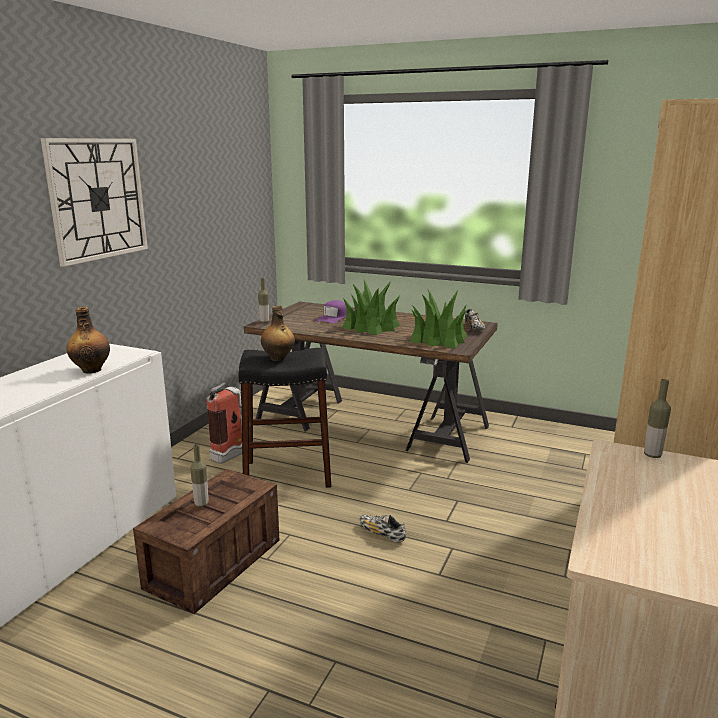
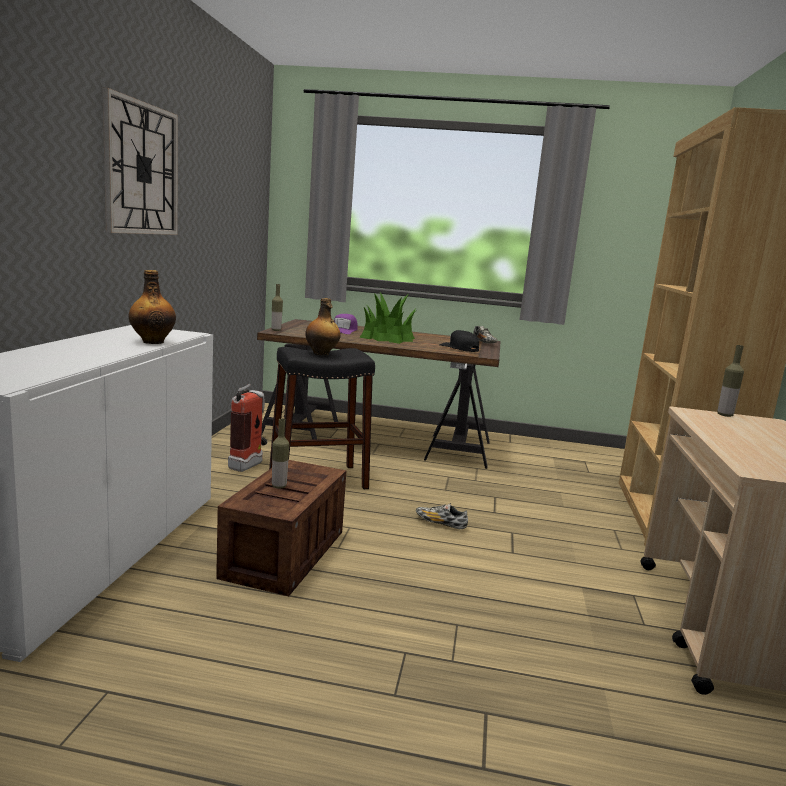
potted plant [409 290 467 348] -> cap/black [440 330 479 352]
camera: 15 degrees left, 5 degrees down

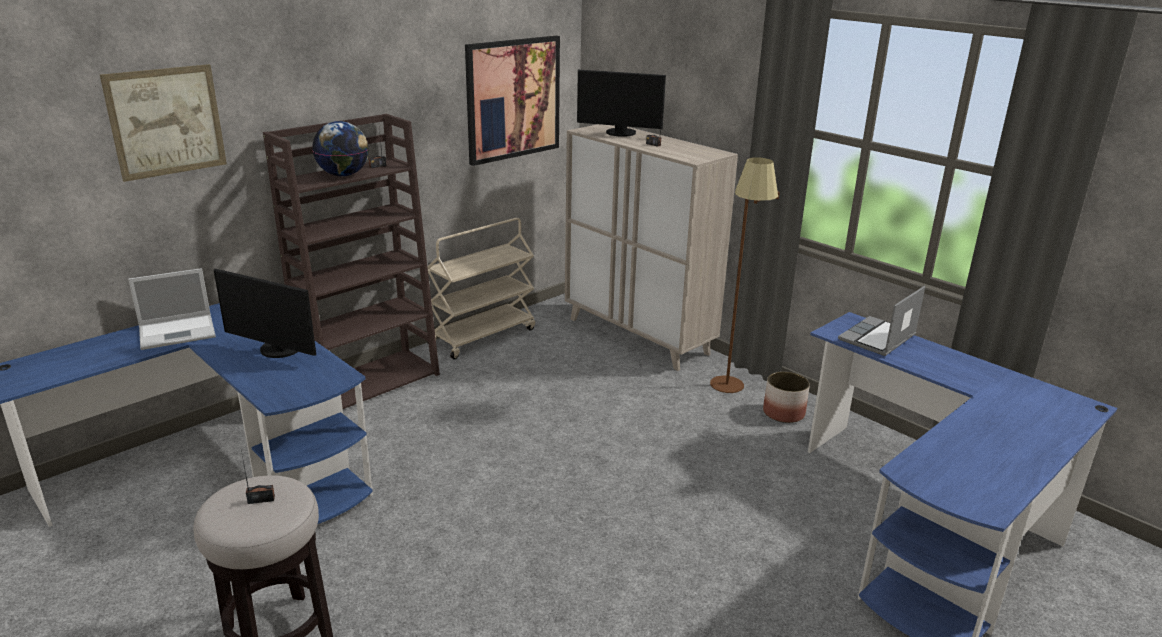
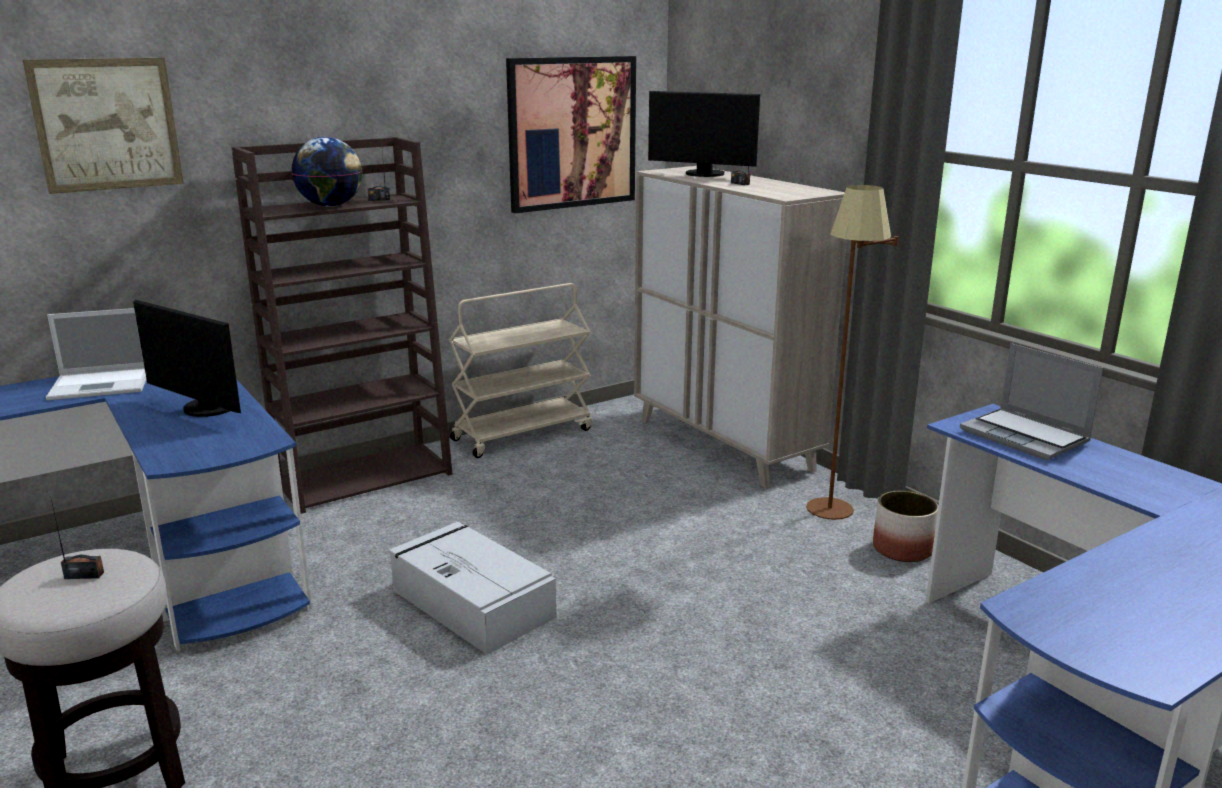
laptop [838 286 925 356] -> laptop [960 343 1103 460], 90 degrees counterclockwise
none -> storage box/grey [389 522 556 655]
camera: 10 degrees right, 5 degrees down

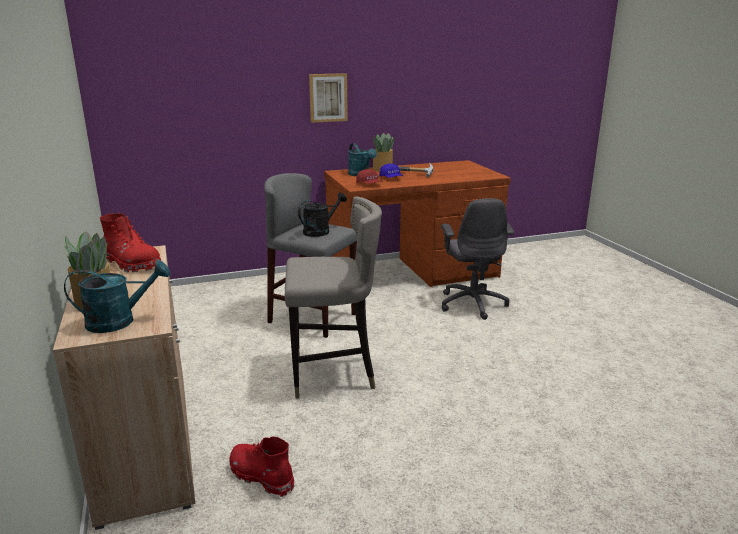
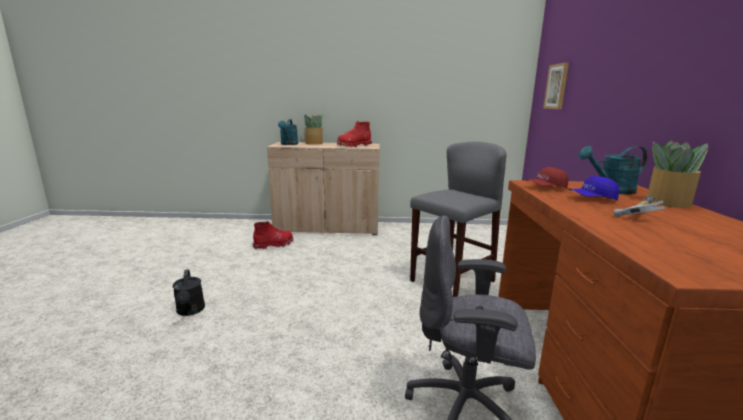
stool/grey [285 196 382 398] -> none
watering can/black [298 192 347 237] -> watering can/black [172 270 205 316], move
picture [309 73 348 123] -> picture [543 62 569 109], move
camera: 110 degrees right, 5 degrees down

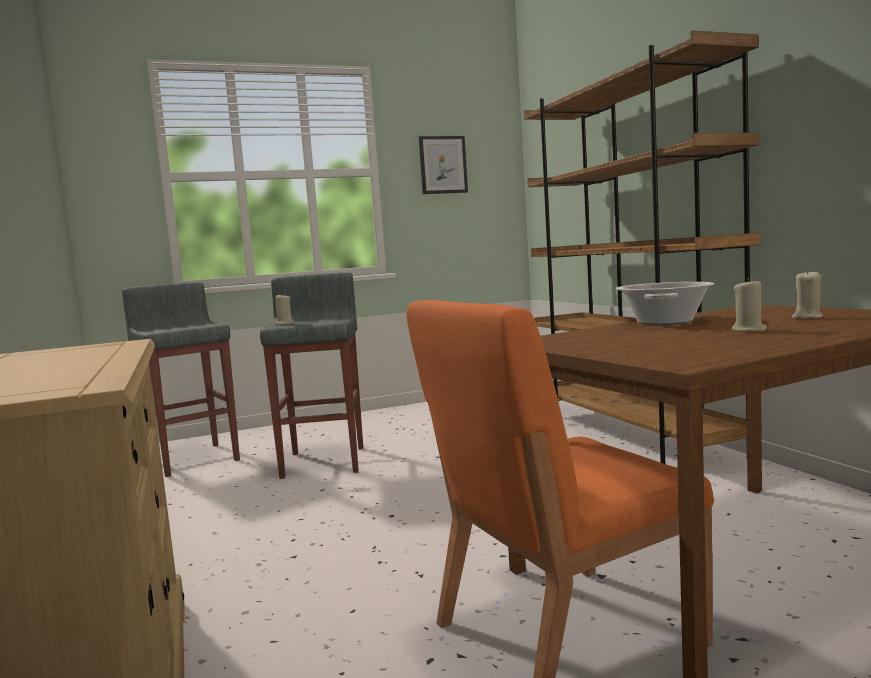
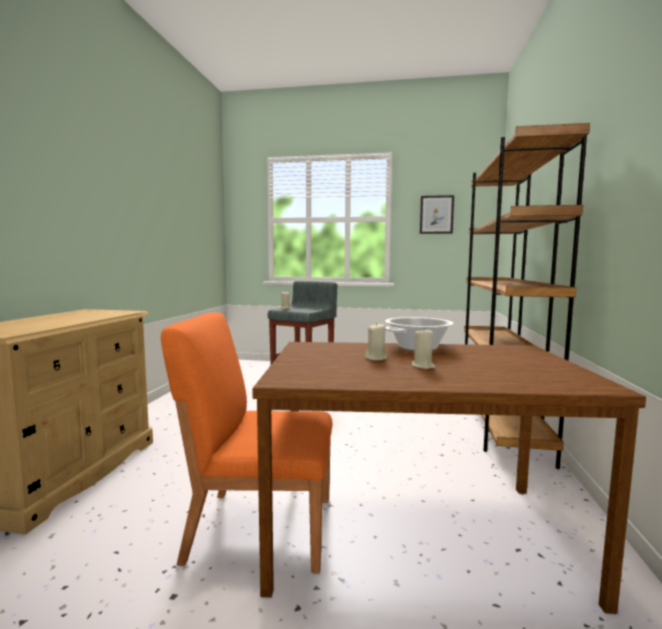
stool/grey [122 282 240 477] -> none
candle/beige [792 270 823 319] -> candle/beige [365 323 387 360], move
camera: 30 degrees right, 0 degrees up

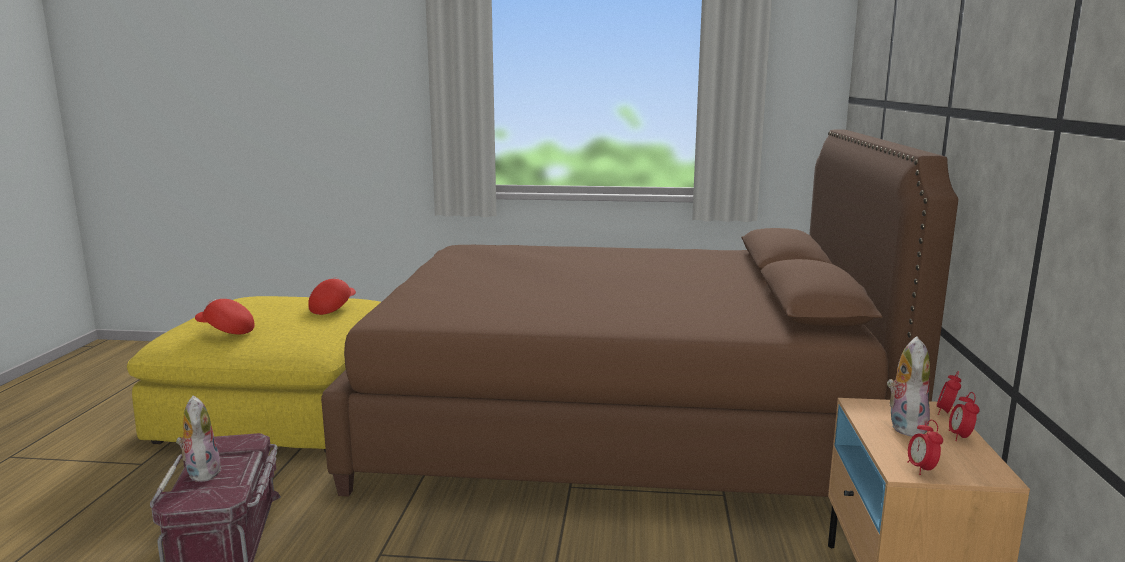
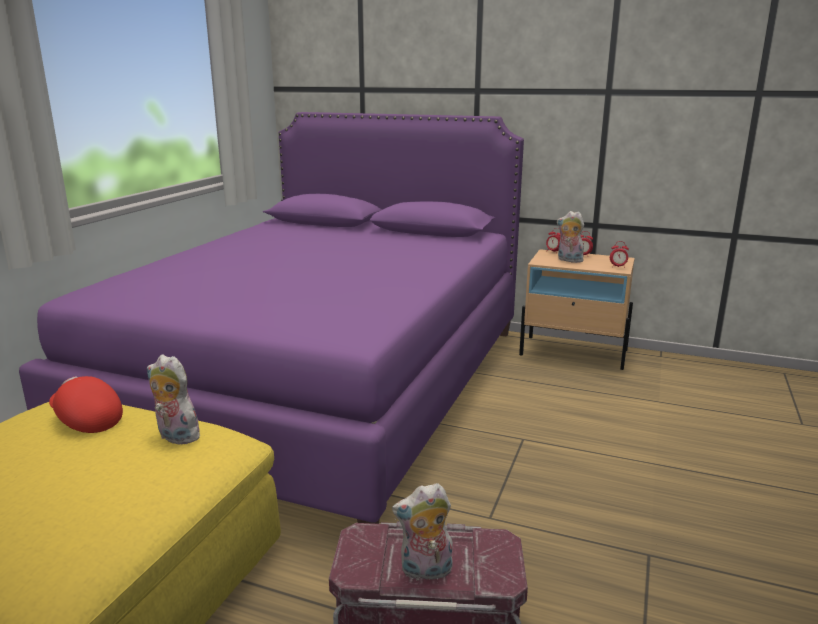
cap/red [195 299 255 334] -> none
bed/brown [321 129 958 497] -> bed/purple [19 112 524 524]
none -> plush toy [147 354 200 444]
camera: 75 degrees left, 5 degrees up

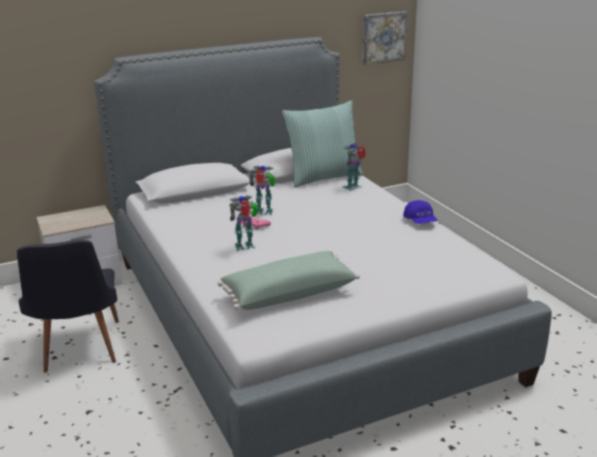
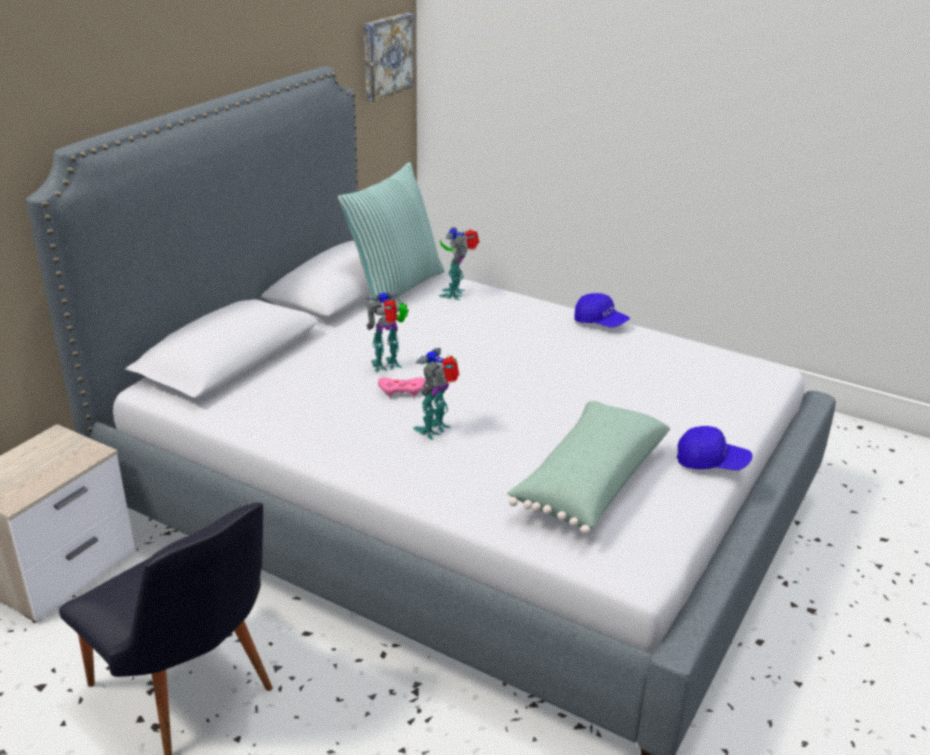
none -> cap/blue [677 426 753 470]
camera: 35 degrees left, 5 degrees up

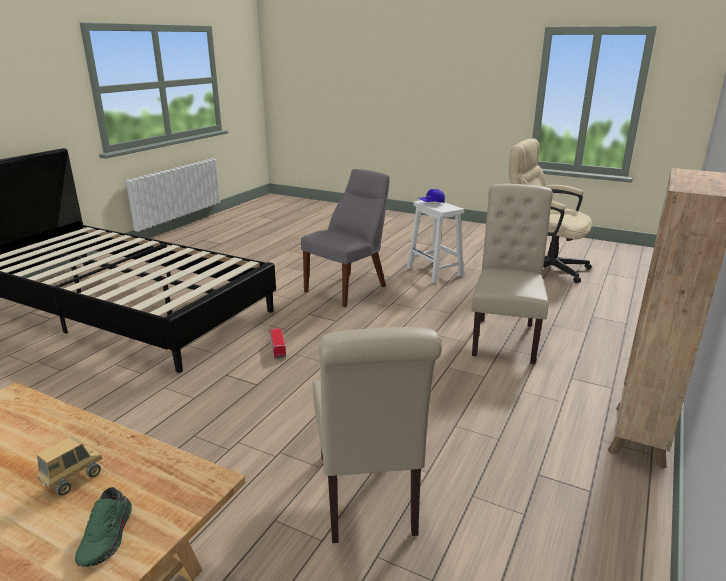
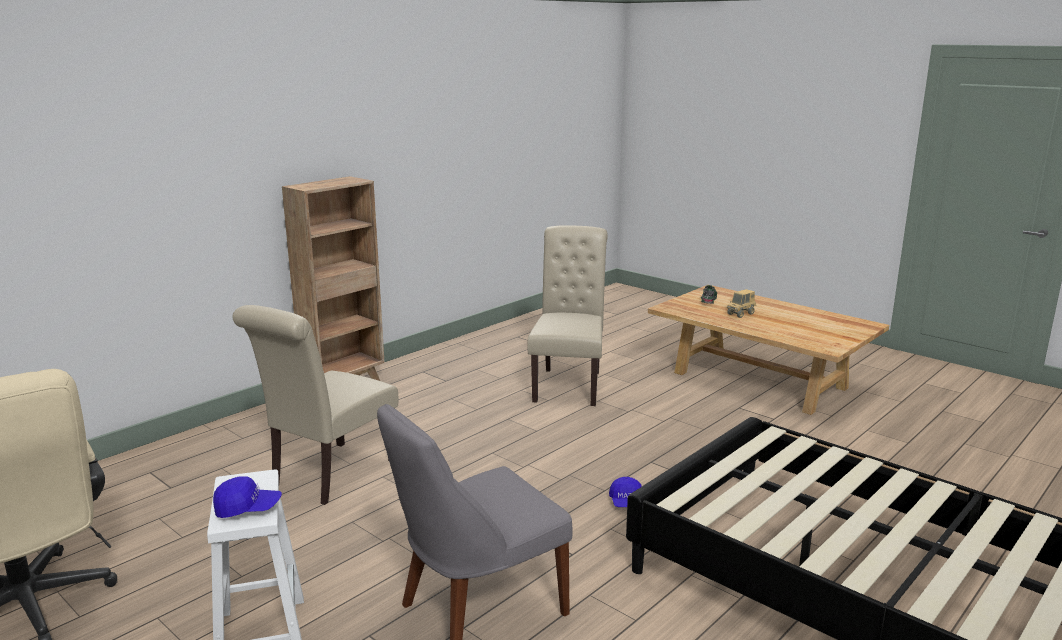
toy truck [269 328 286 359] -> cap/blue [609 477 642 507]
camera: 165 degrees left, 5 degrees down

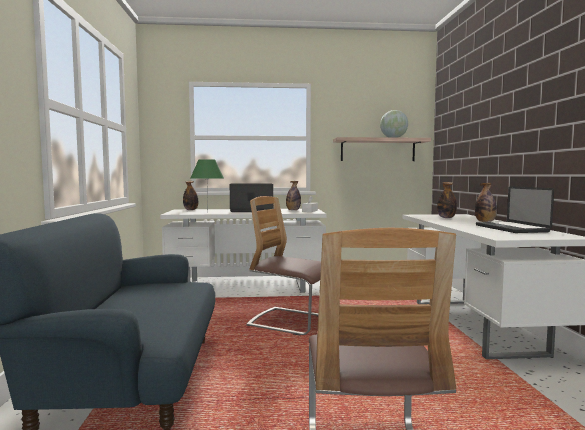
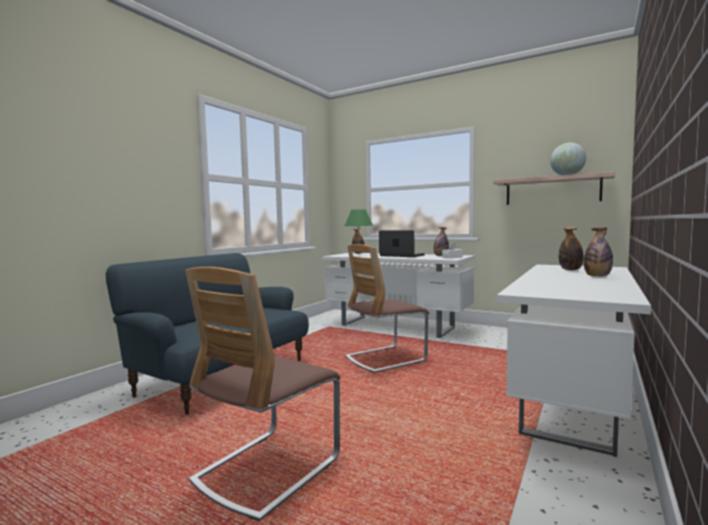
chair [246 196 321 335] -> chair [346 244 429 373], 90 degrees counterclockwise
laptop [476 186 554 233] -> none
camera: 35 degrees right, 0 degrees up

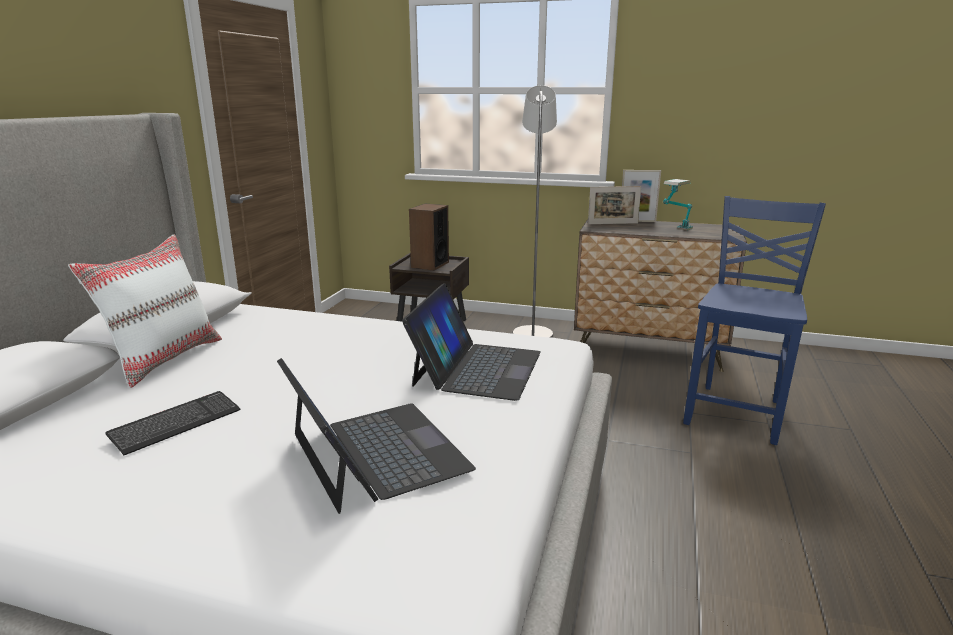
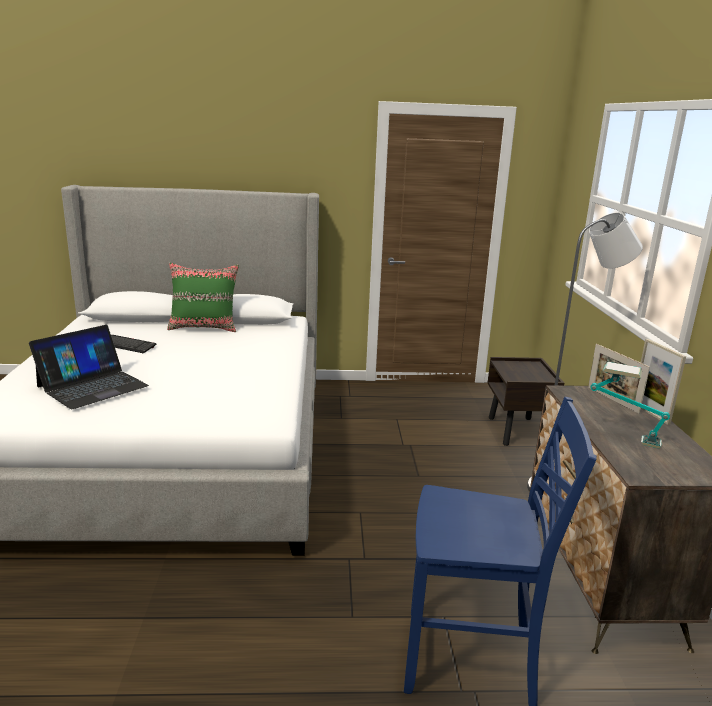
pillow/white [68 234 222 388] -> pillow/green [167 263 239 332]
laptop [402 283 541 401] -> none
speaker [409 204 449 271] -> none
camera: 70 degrees right, 0 degrees up

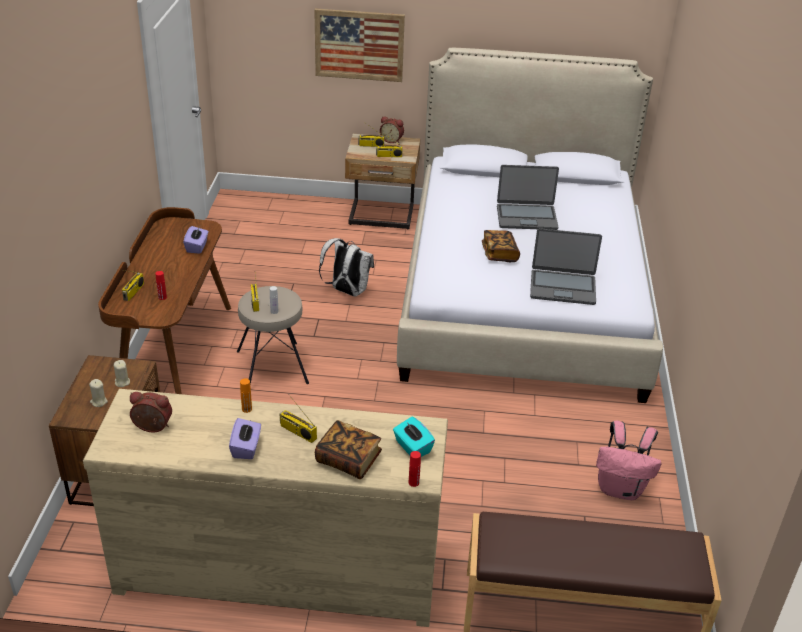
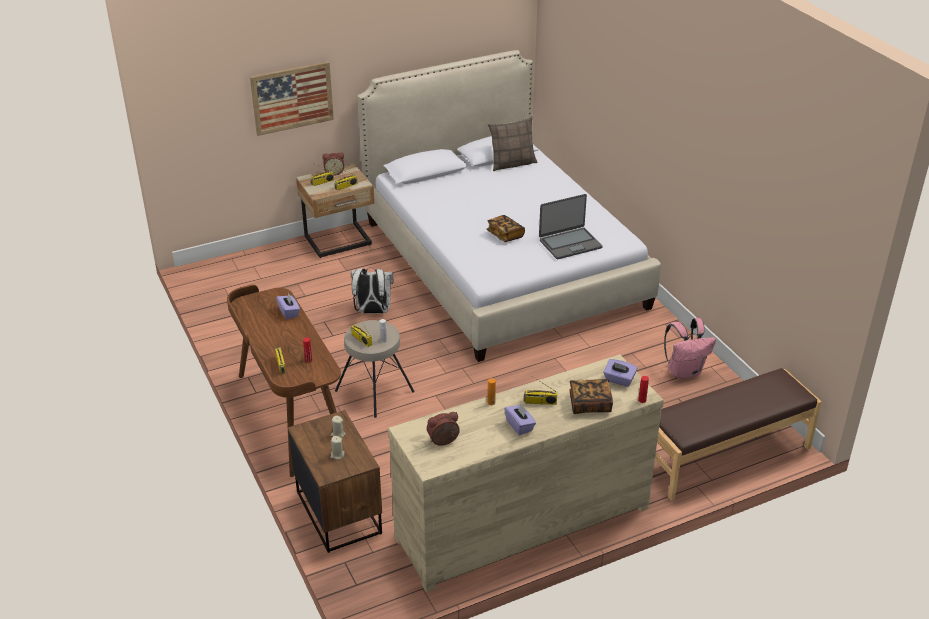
tissue box/turquoise [393 417 435 457] -> tissue box/purple [604 359 637 387]
laptop [497 165 559 230] -> none
none -> pillow [488 116 538 171]
camera: 30 degrees left, 0 degrees up

